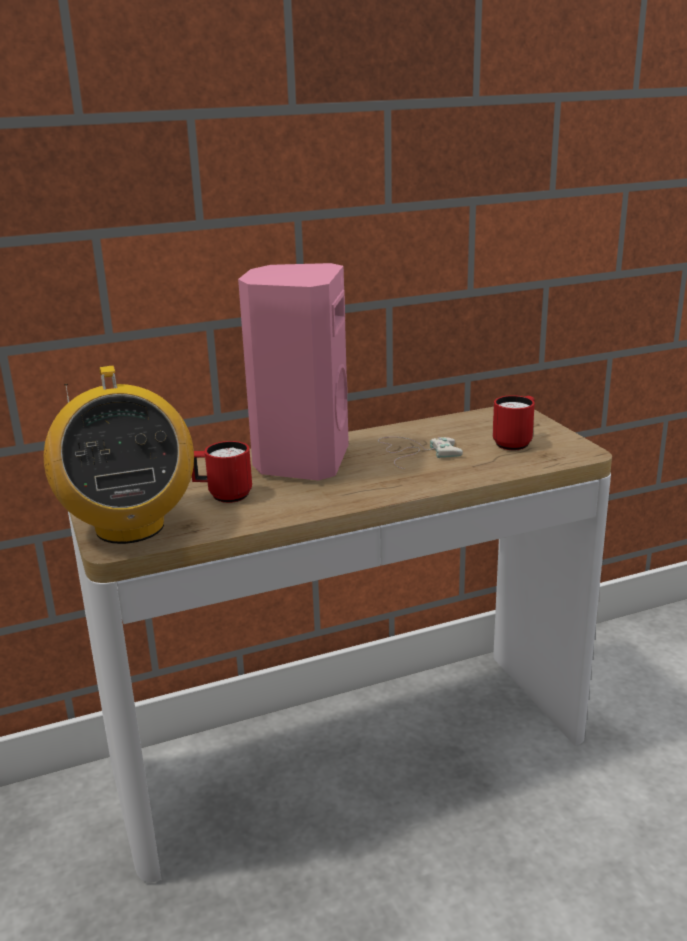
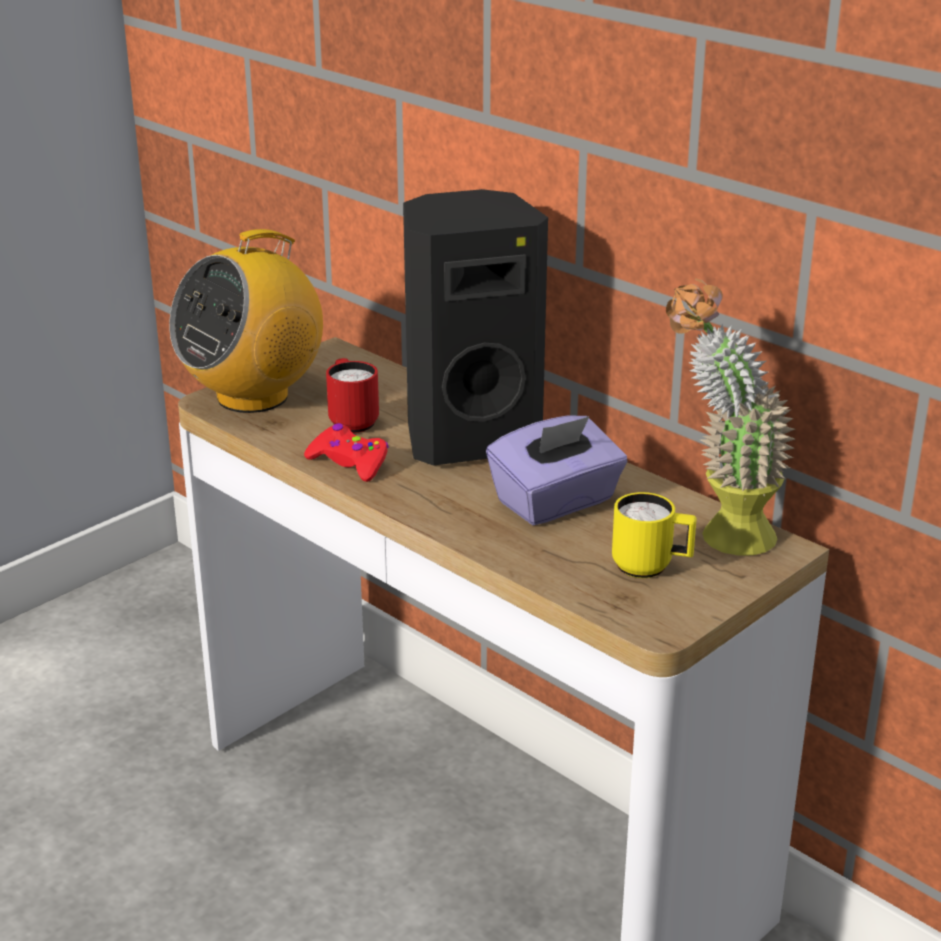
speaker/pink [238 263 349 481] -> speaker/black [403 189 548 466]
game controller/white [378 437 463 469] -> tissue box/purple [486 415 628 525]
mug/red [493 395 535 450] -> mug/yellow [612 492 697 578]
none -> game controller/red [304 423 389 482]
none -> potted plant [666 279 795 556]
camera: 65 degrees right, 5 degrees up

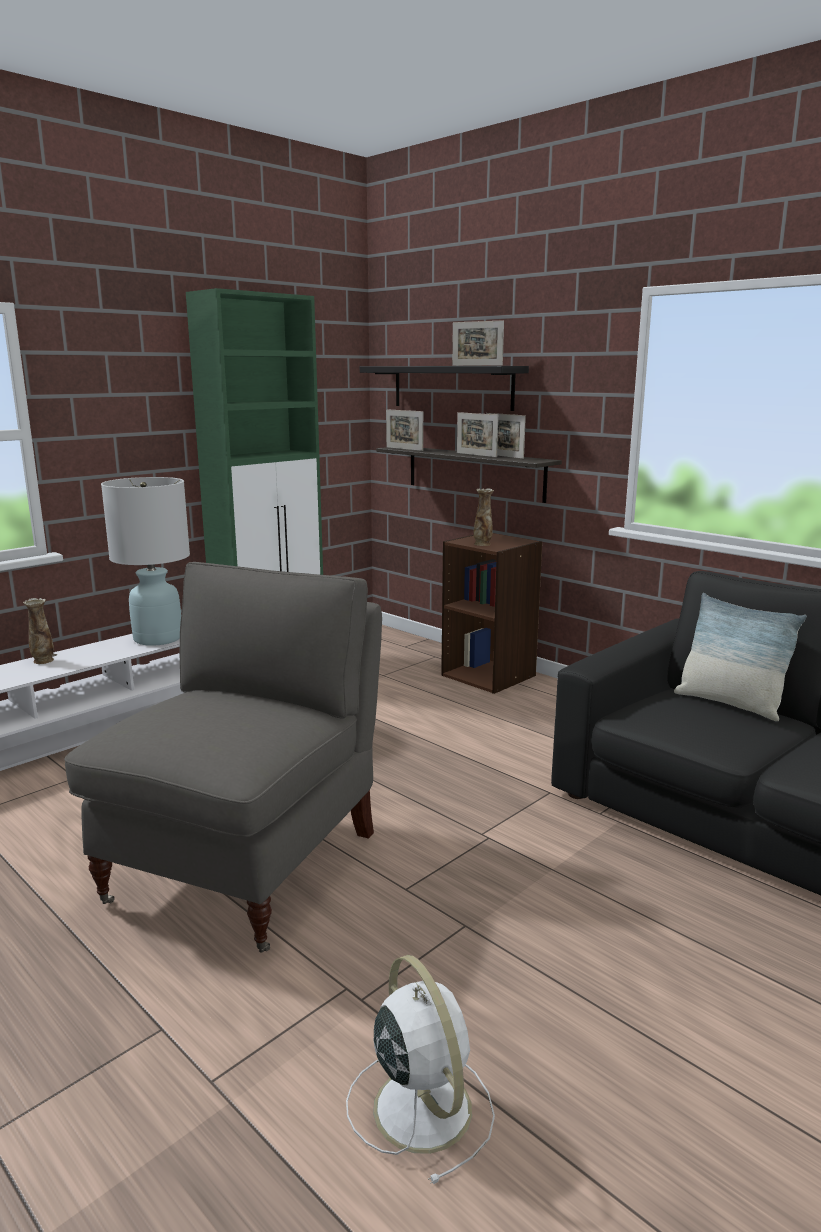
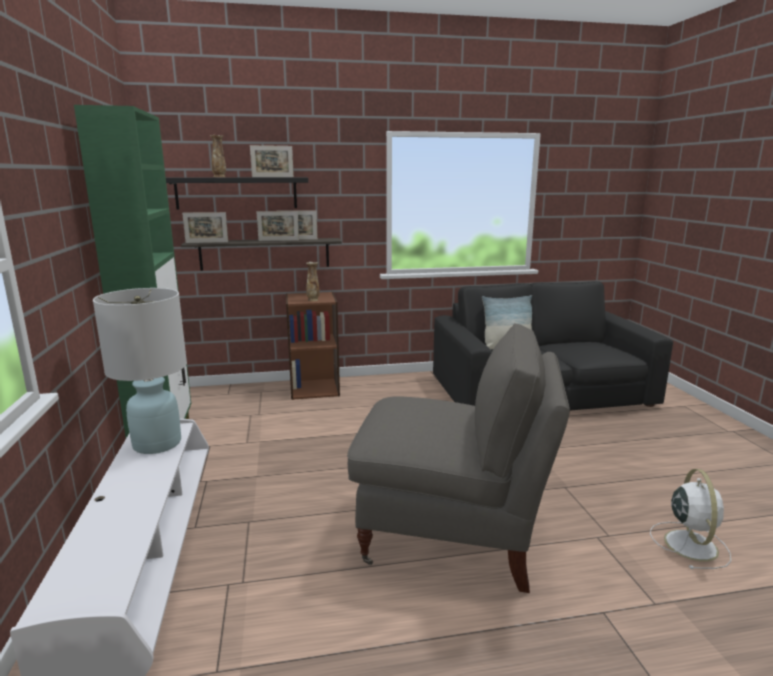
vase [23 598 54 664] -> vase [210 135 226 177], move
armchair/grey [64 562 382 953] -> armchair/grey [347 323 570 593], 135 degrees clockwise
fan/white [346 955 495 1184] -> fan/white [650 469 731 569], 90 degrees clockwise
camera: 55 degrees left, 0 degrees up

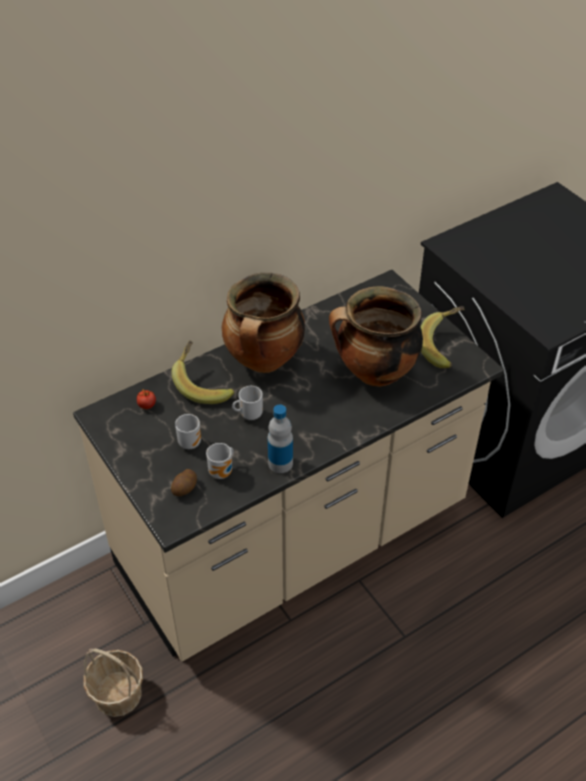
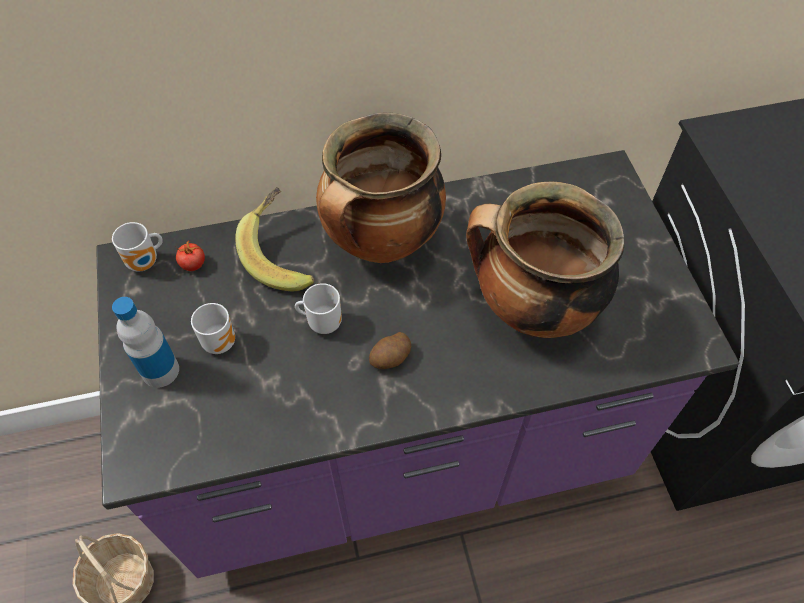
counter/beige [73 270 504 662] -> counter/purple [96 150 739 578]
potato [171 469 197 496] -> potato [369 332 411 369], move
mug [206 443 234 479] -> mug [112 222 163 272], move
bottle [268 405 293 473] -> bottle [112 297 179 388], move
banana [421 306 464 368] -> none
camera: 20 degrees right, 10 degrees up

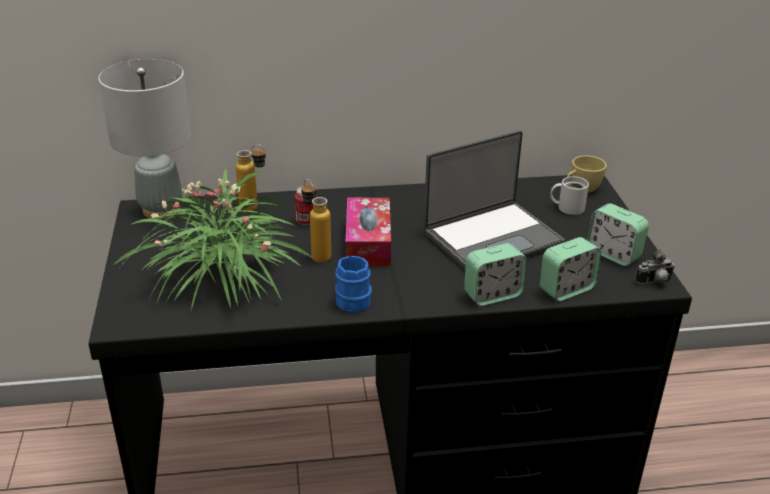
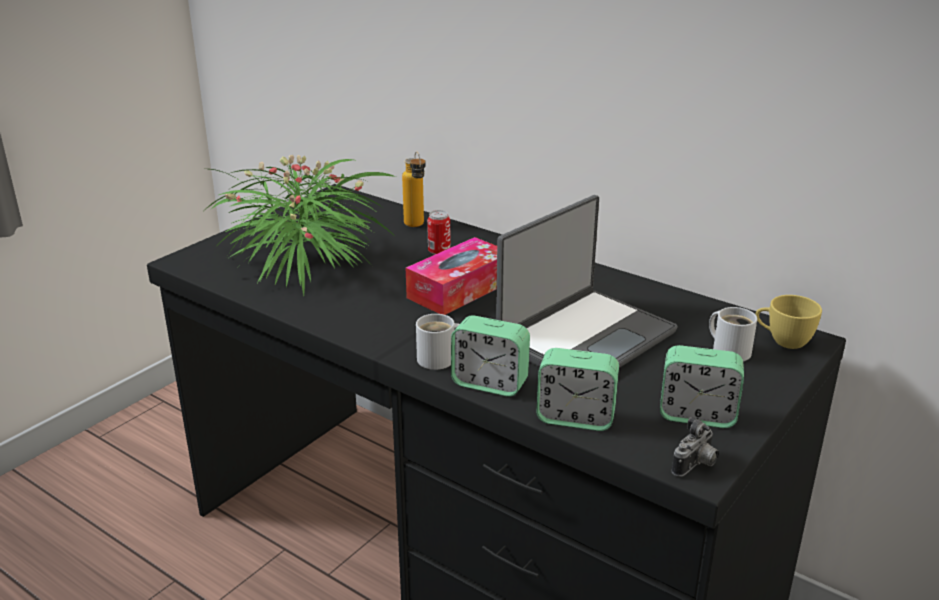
table lamp/grey [98 59 191 219] -> none
bottle [301 179 331 263] -> none
mug/blue [335 256 372 313] -> none
laptop [424 130 565 270] -> laptop [496 195 677 368], 60 degrees counterclockwise
alarm clock [587 203 649 266] -> alarm clock [660 345 744 428], 75 degrees counterclockwise
photo camera [636 249 675 284] -> photo camera [672 417 719 476], 75 degrees counterclockwise
none -> mug/white [416 314 459 370]
camera: 45 degrees right, 5 degrees down

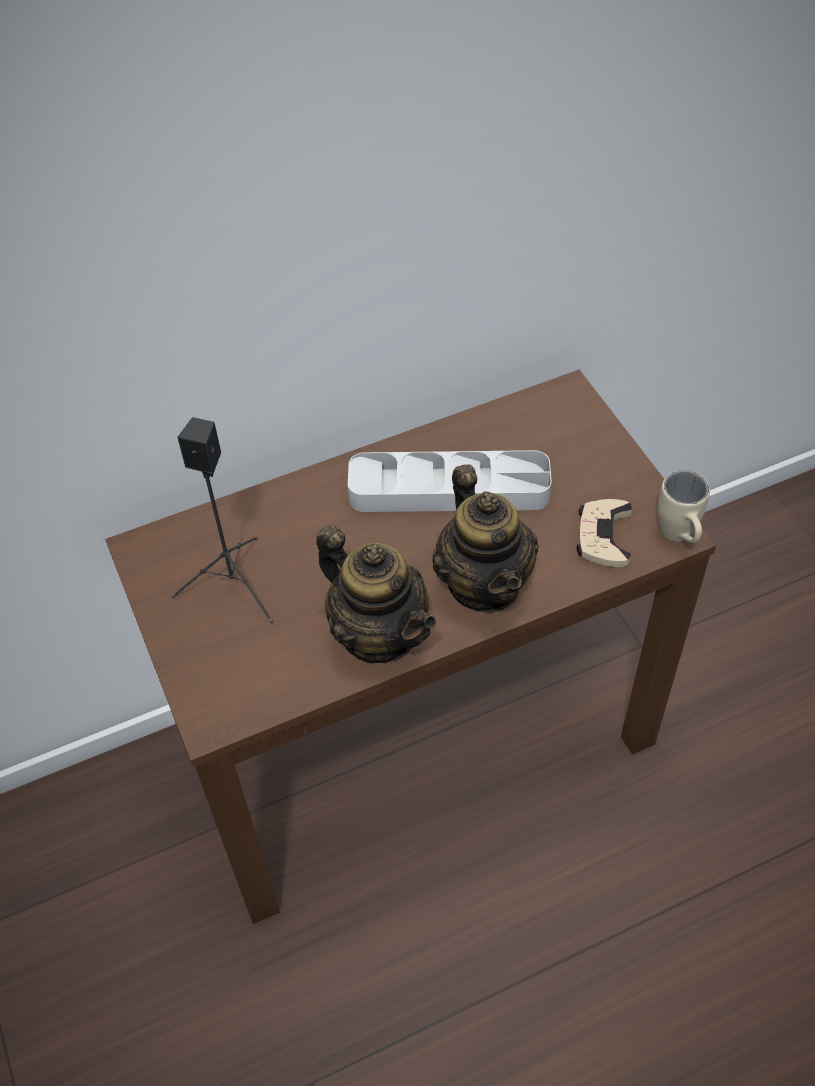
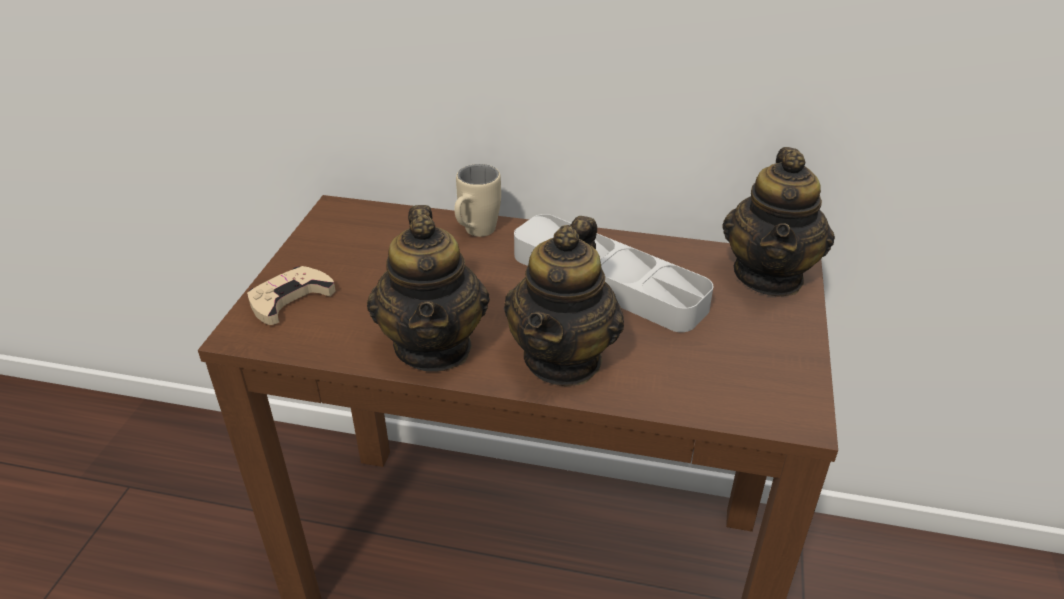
speaker/black [172 417 273 623] -> none
game controller/beige [577 499 632 567] -> game controller/beige [247 266 335 325], move
mug/beige [658 470 710 543] -> mug/beige [454 164 501 237], move
none -> teapot [722 147 835 297]
camera: 35 degrees right, 15 degrees down

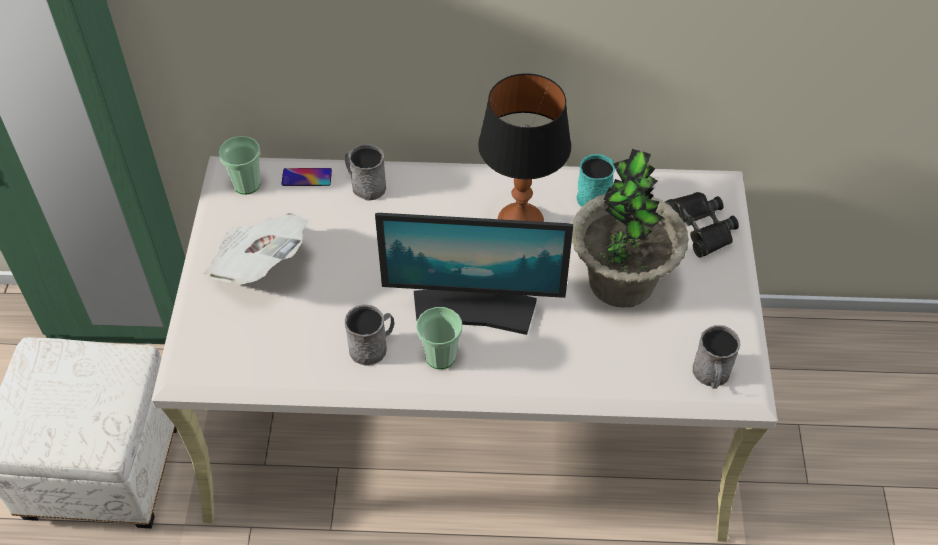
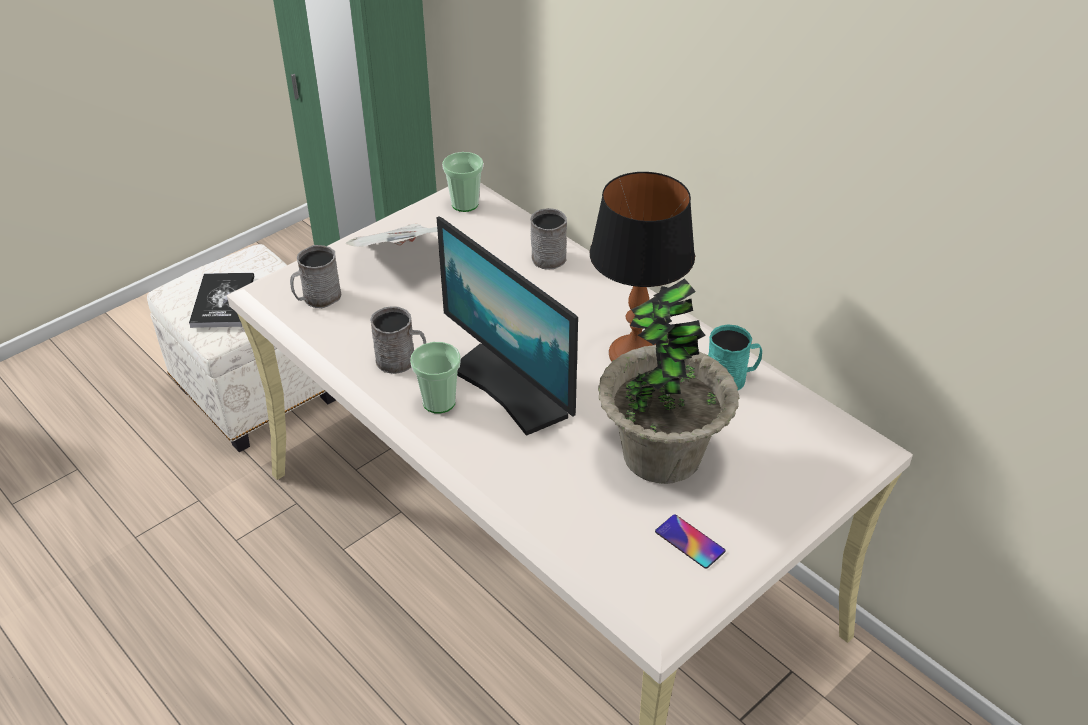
phone [281 168 332 186] -> phone [655 514 726 569], move
binoculars/black [665 192 739 258] -> none
mug/grey [693 325 741 389] -> mug/grey [290 245 341 308], move
none -> book [189 273 254 328]
camera: 45 degrees right, 10 degrees down

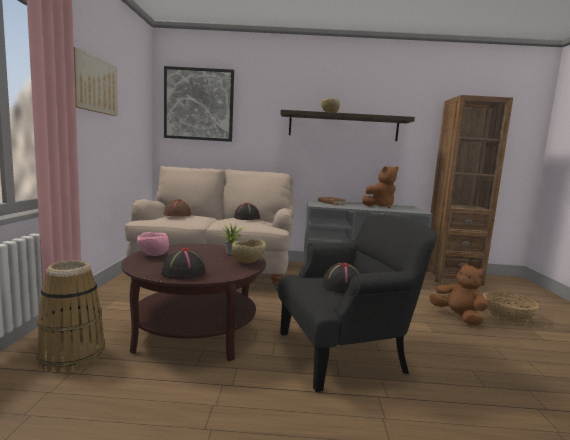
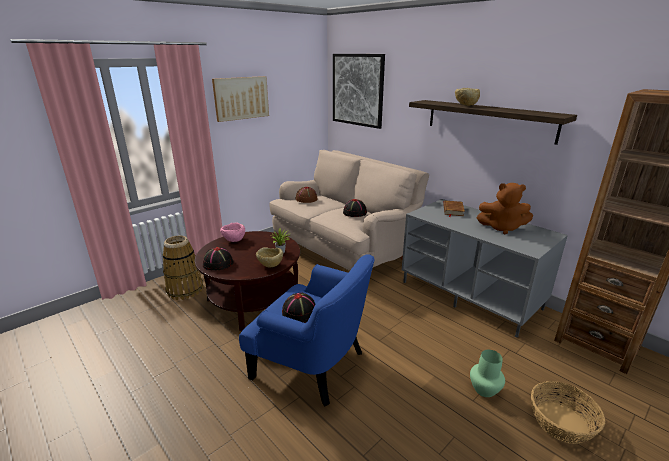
armchair/black [278 214 438 392] -> armchair/blue [239 254 375 406]
plush toy/brown [429 263 489 326] -> vase/green [470 350 505 397]
camera: 45 degrees right, 15 degrees up

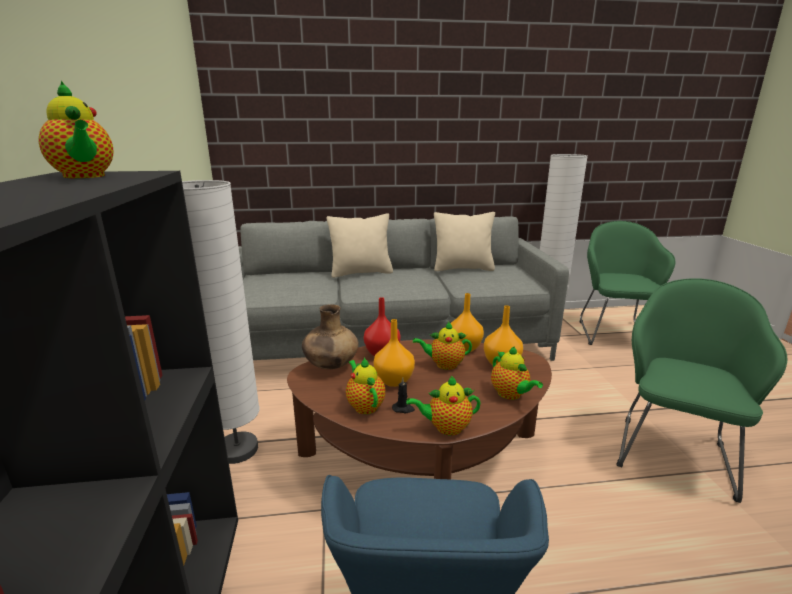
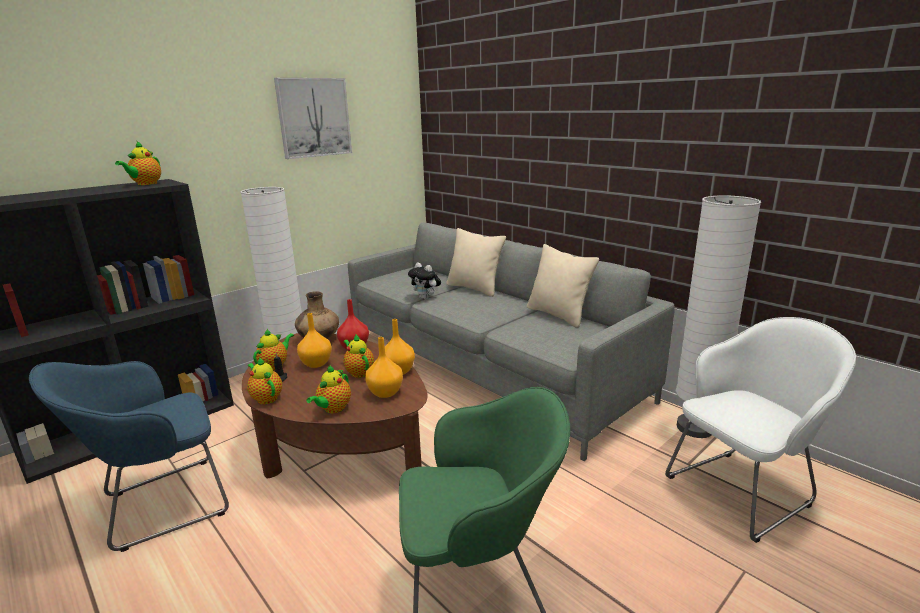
armchair/green [580 221 675 345] -> armchair/white [665 317 856 543]
none -> picture [274 78 352 159]
none -> plush toy [408 263 441 300]
camera: 55 degrees right, 0 degrees up

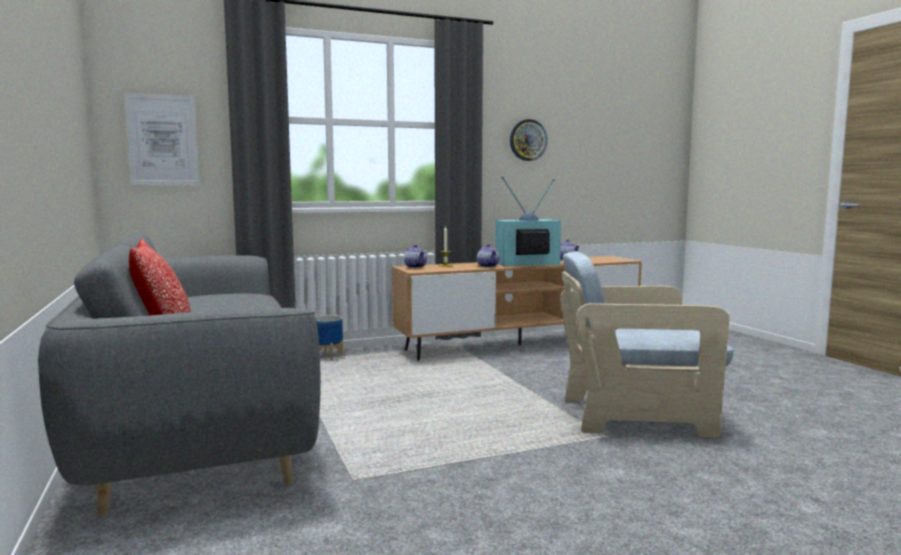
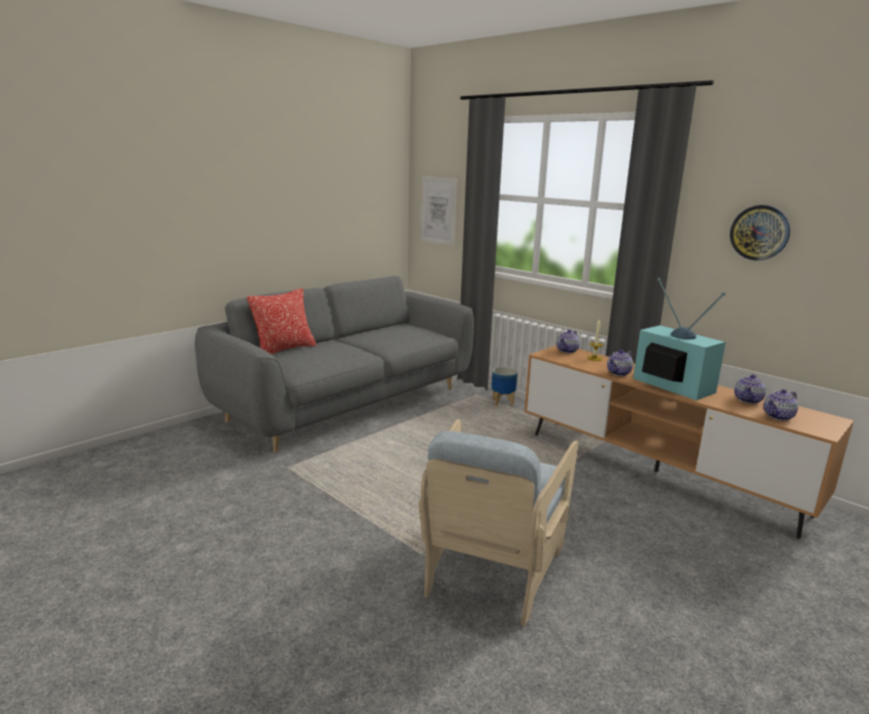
armchair/beige [560 251 734 438] -> armchair/beige [419 419 578 626], 135 degrees counterclockwise
none -> teapot [764 389 798 421]
camera: 65 degrees right, 10 degrees up

